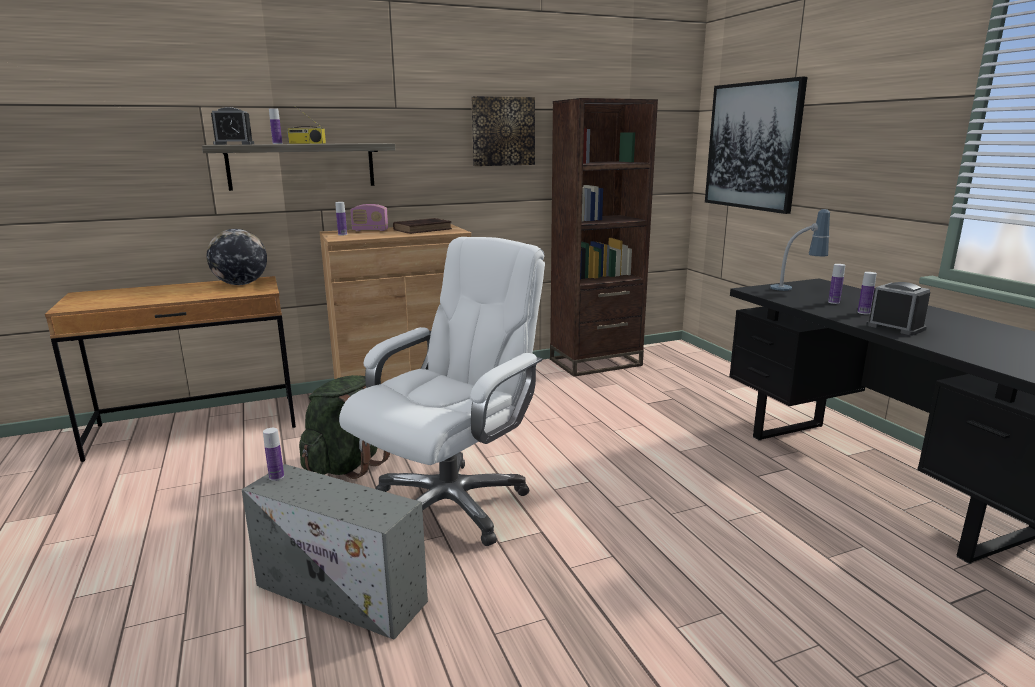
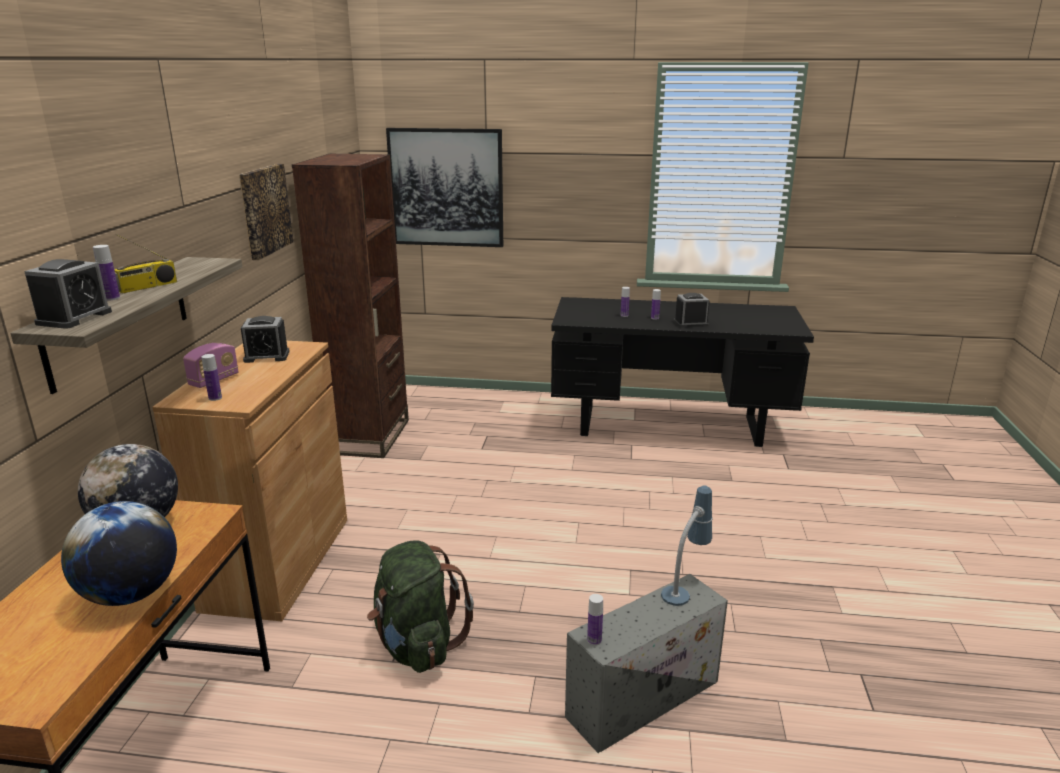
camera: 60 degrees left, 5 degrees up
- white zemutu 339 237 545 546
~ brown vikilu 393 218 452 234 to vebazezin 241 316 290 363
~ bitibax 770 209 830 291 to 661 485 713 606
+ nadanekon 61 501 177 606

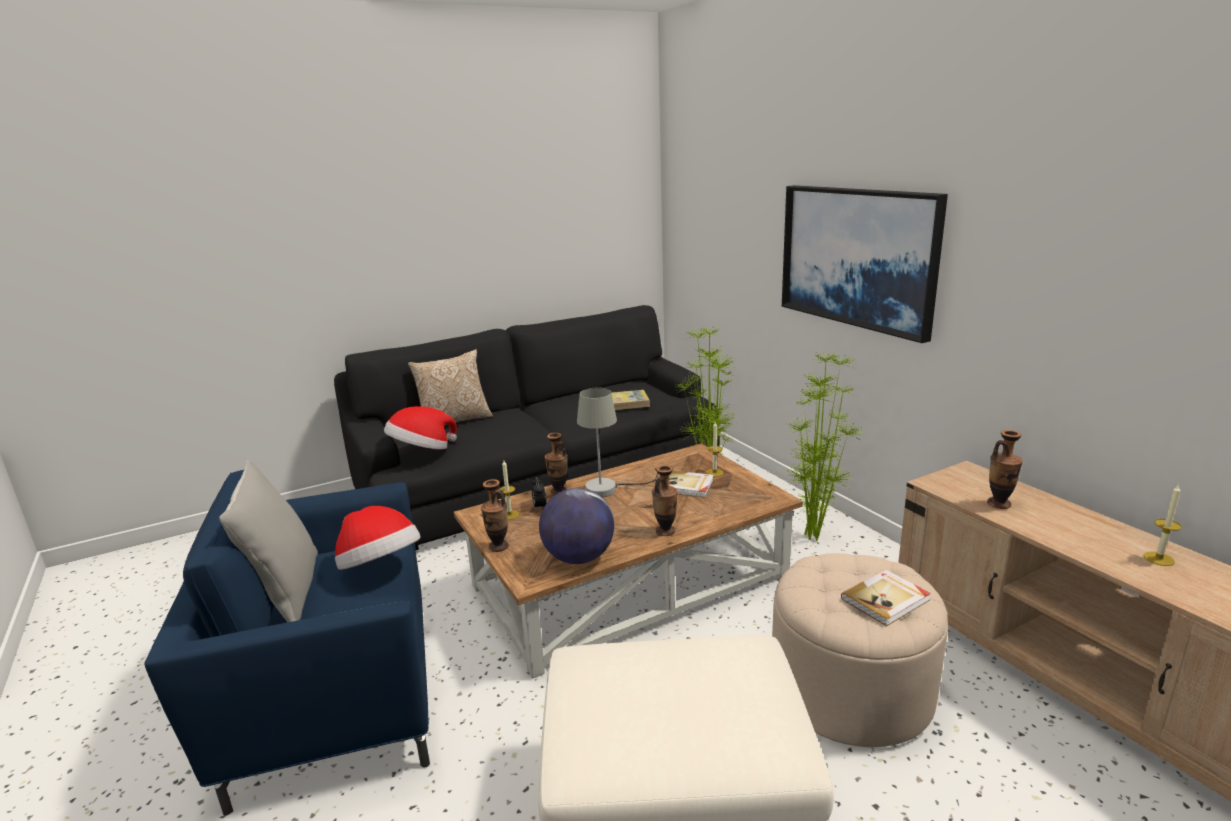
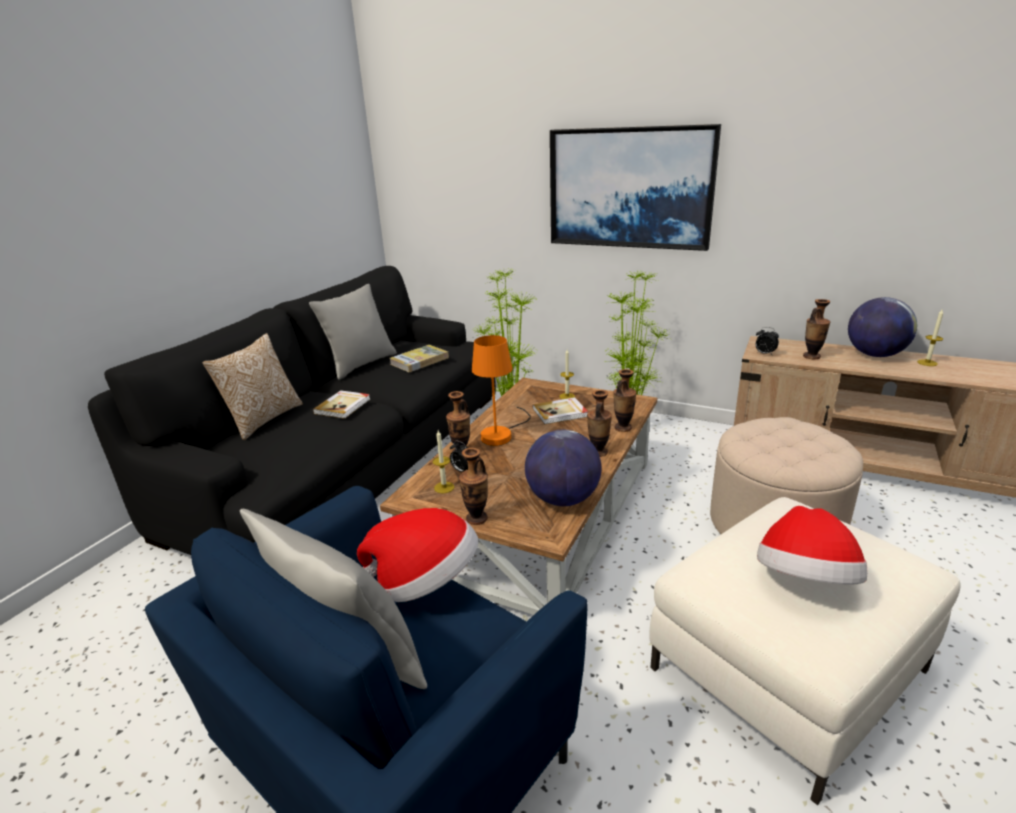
camera: 35 degrees left, 5 degrees up
~ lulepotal 384 406 457 450 to 757 506 868 585
~ grey bitibax 577 388 658 497 to orange bitibax 472 335 531 446
~ vikilu 841 570 931 626 to 313 390 370 419
+ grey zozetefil 309 284 397 380
+ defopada 613 369 637 432
+ vebazezin 755 327 779 355
+ nadanekon 848 297 917 357

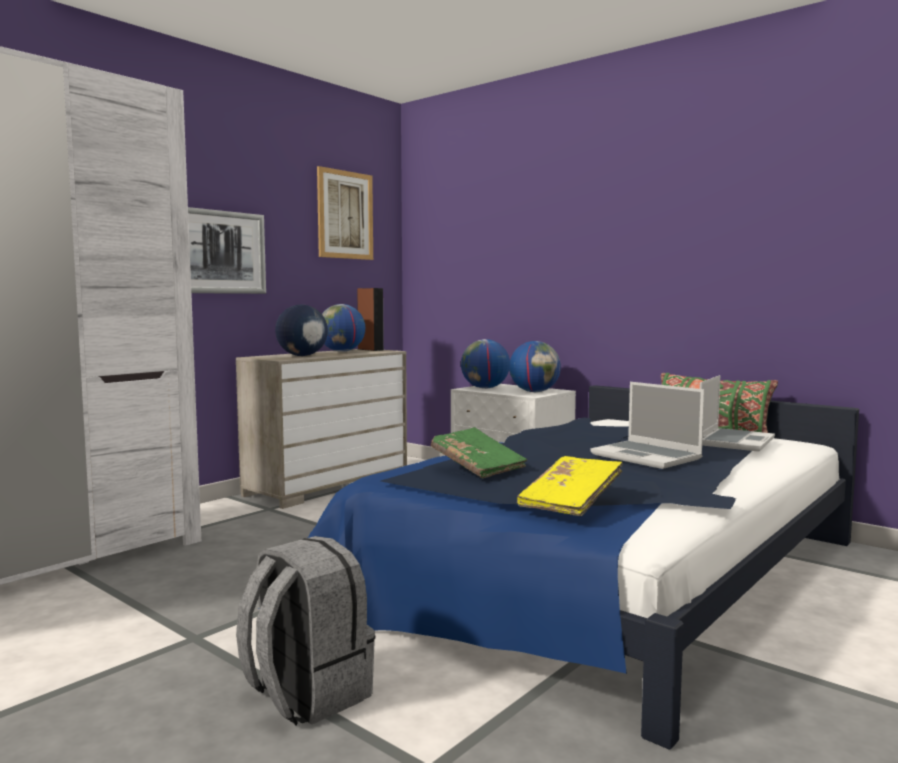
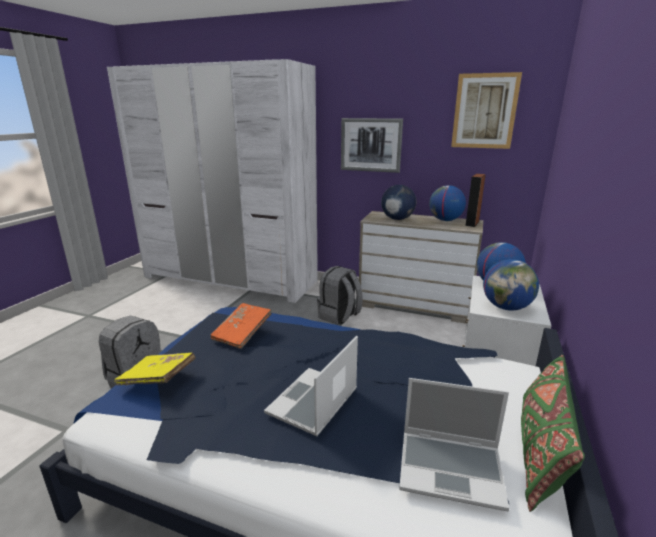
camera: 70 degrees right, 15 degrees up
~ green vikilu 431 427 527 479 to orange vikilu 211 303 272 349
+ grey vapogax 317 266 363 325

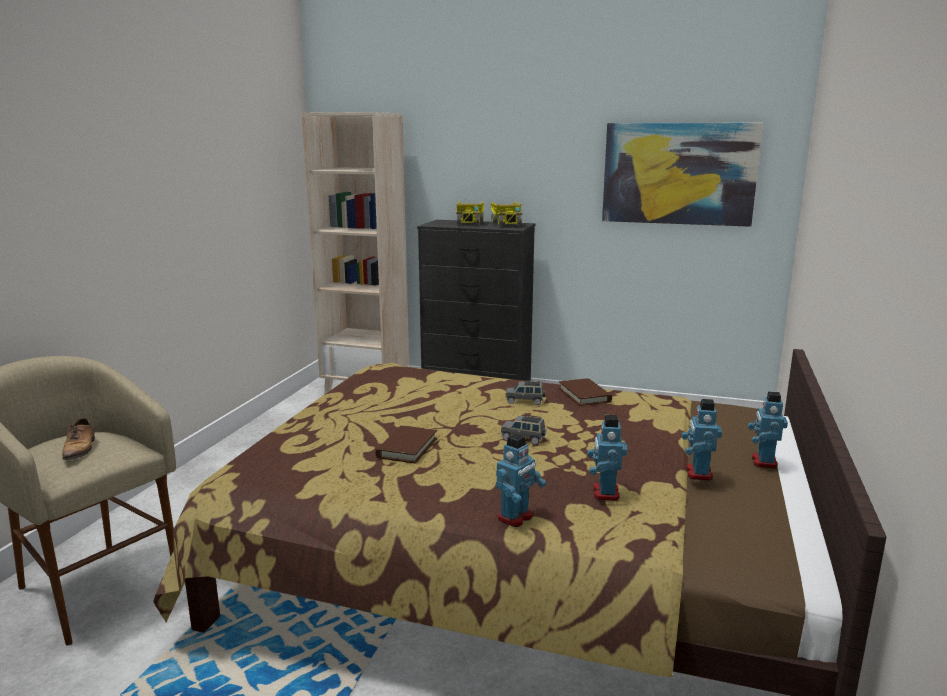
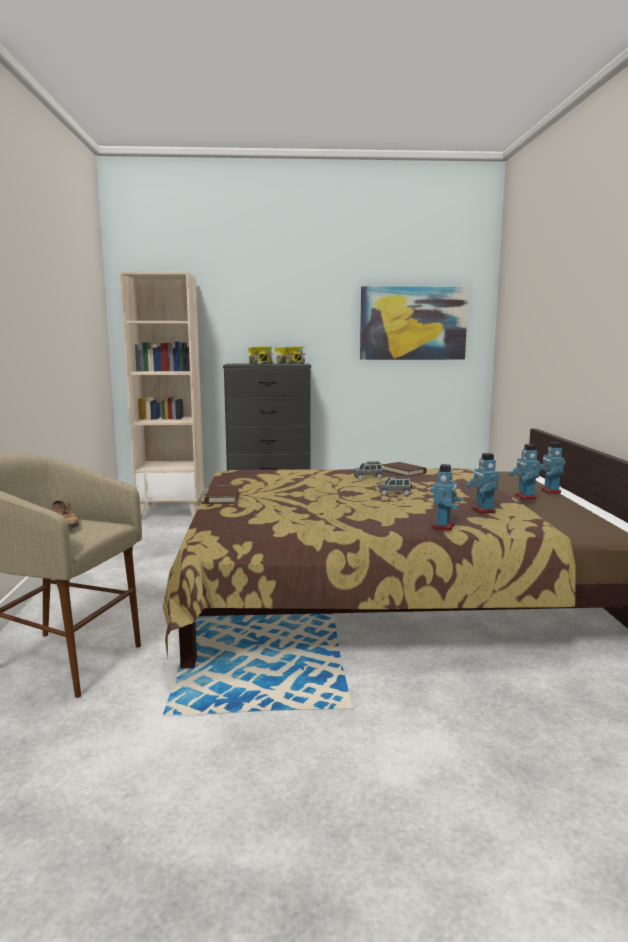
camera: 20 degrees left, 5 degrees down
~ brown vikilu 375 426 437 464 to 204 486 240 504

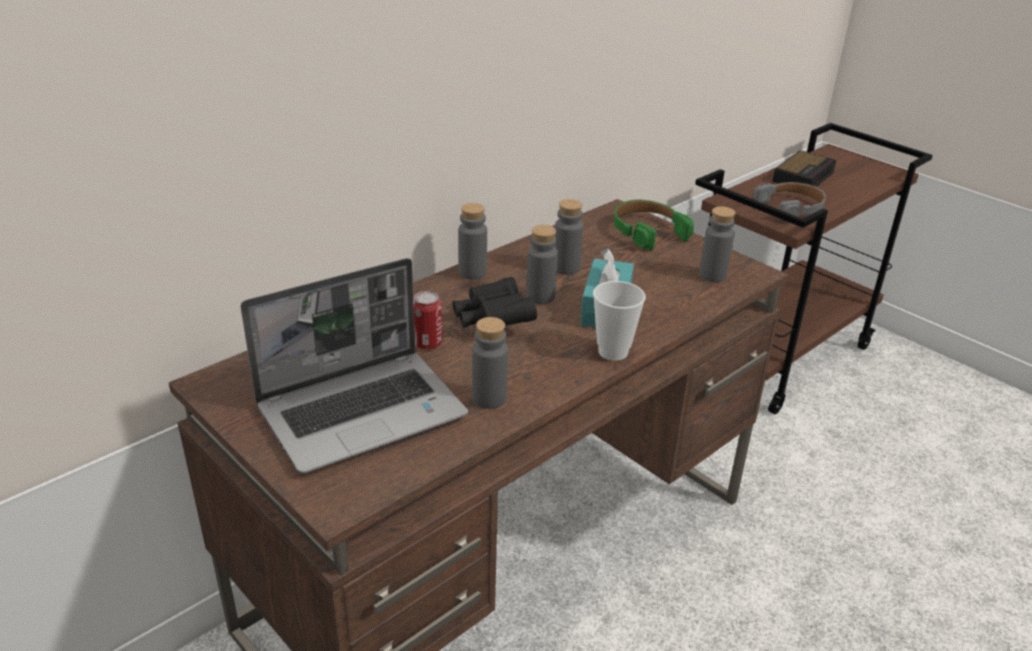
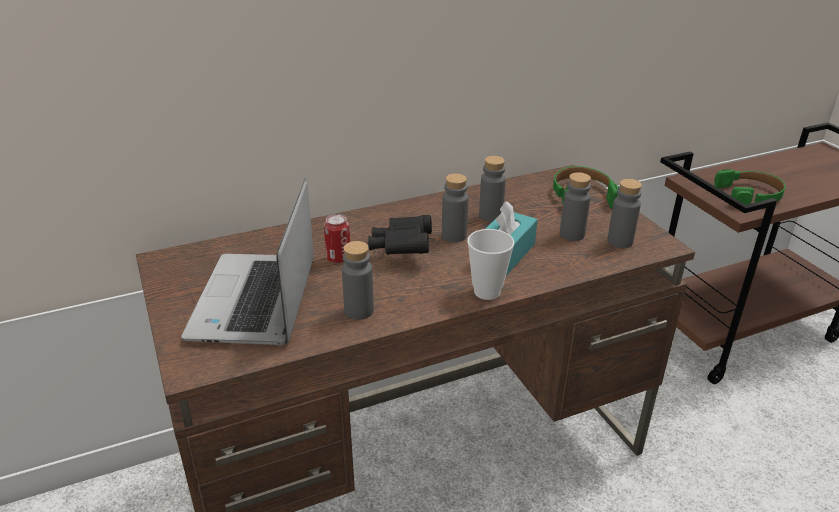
camera: 20 degrees right, 0 degrees up
~ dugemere 241 258 468 474 = 181 178 314 345 105 degrees clockwise
~ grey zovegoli 458 203 487 280 to 560 172 591 241
~ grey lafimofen 753 182 826 221 to green lafimofen 714 169 785 205
- vebazezin 772 150 836 187

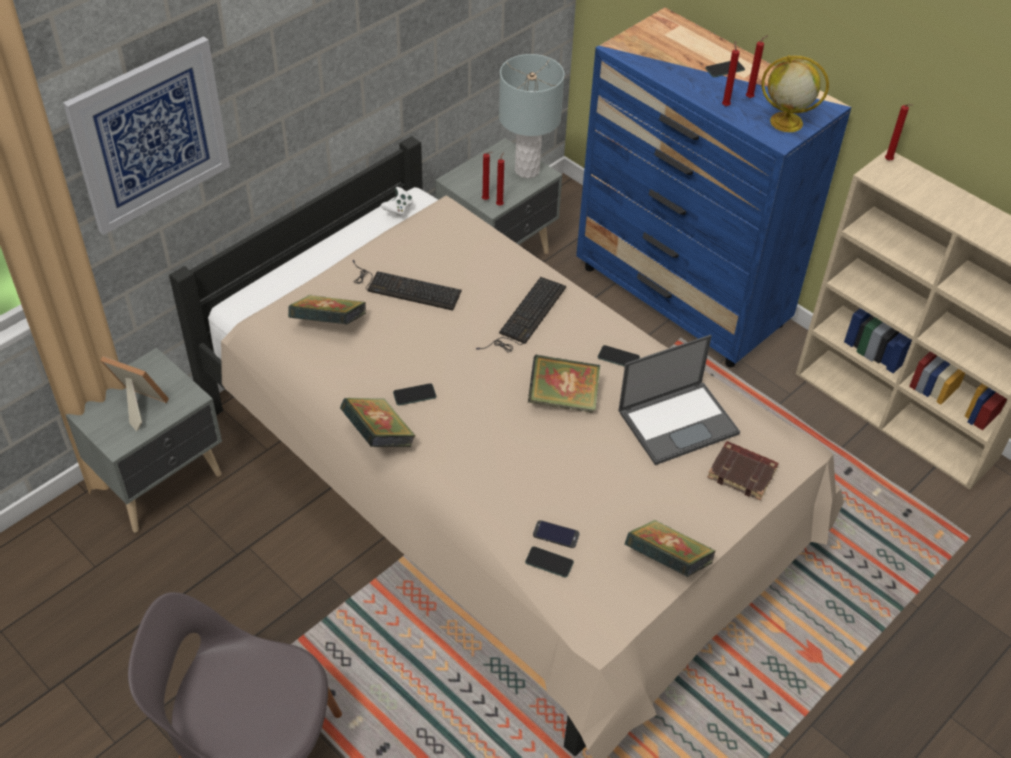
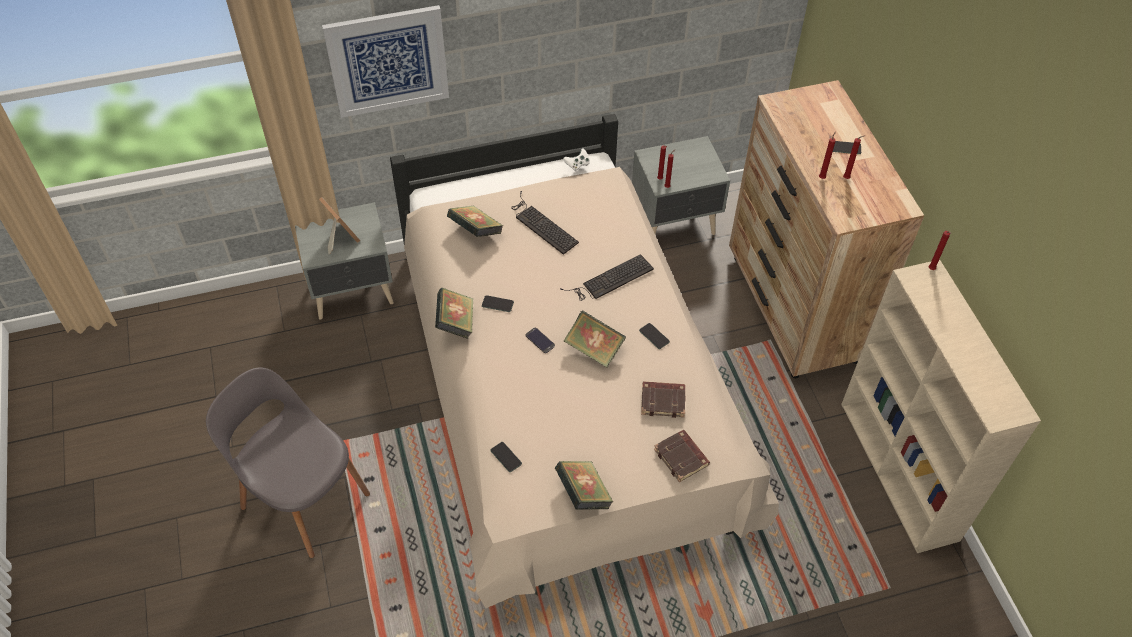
camera: 30 degrees right, 5 degrees up
- grey bitibax 499 54 564 178
~ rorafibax 533 520 580 548 to 526 328 555 353
~ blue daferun 576 7 851 367 to brown daferun 729 80 924 378
~ dugemere 618 335 740 465 to brown vikilu 641 382 686 418
- nadanekon 761 55 829 132

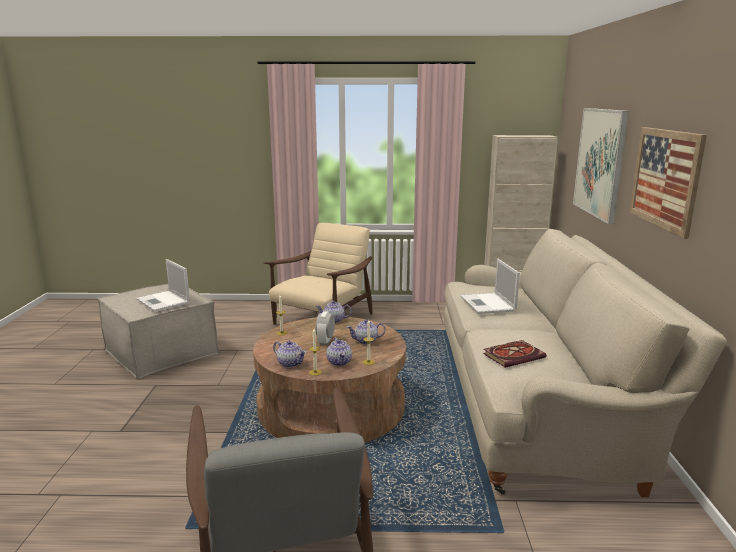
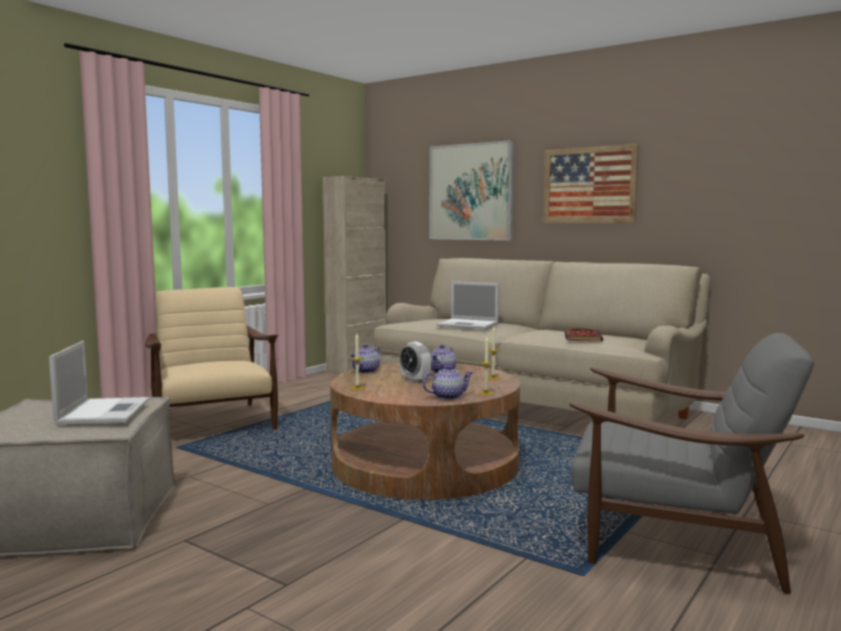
camera: 55 degrees left, 10 degrees down
~ dugemere 136 259 190 312 = 49 341 149 425 90 degrees counterclockwise
- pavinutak 326 337 352 366

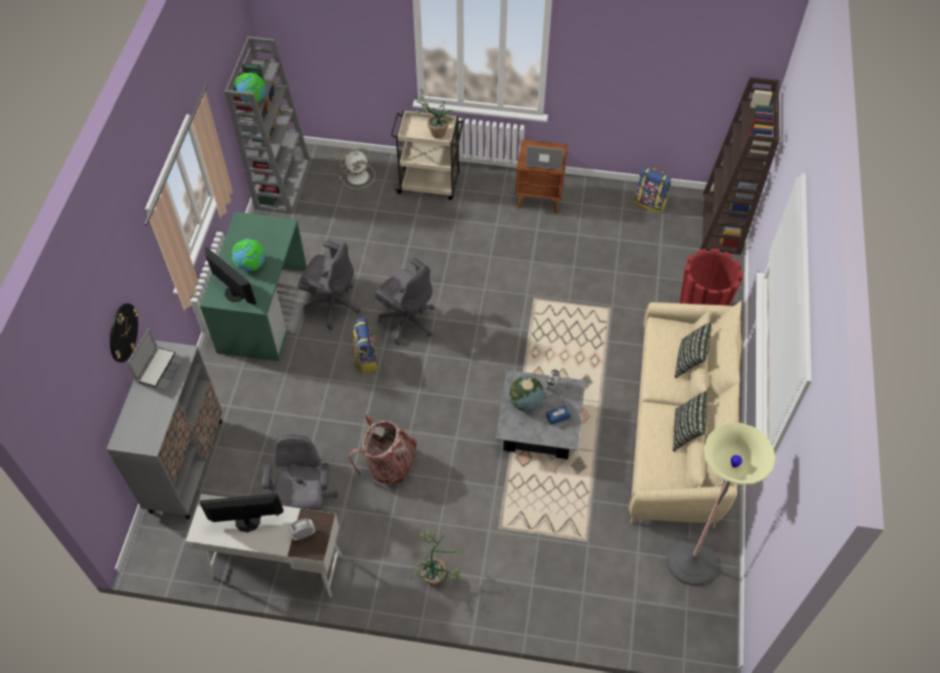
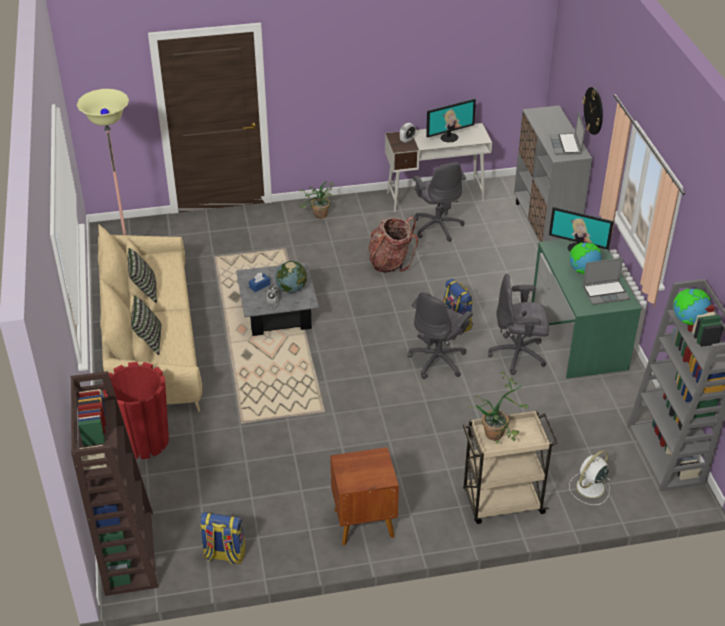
camera: 160 degrees right, 15 degrees down
~ grey zemutu 375 258 434 345 = 408 292 473 379 75 degrees counterclockwise
~ dugemere 526 146 564 170 to 582 258 630 305

